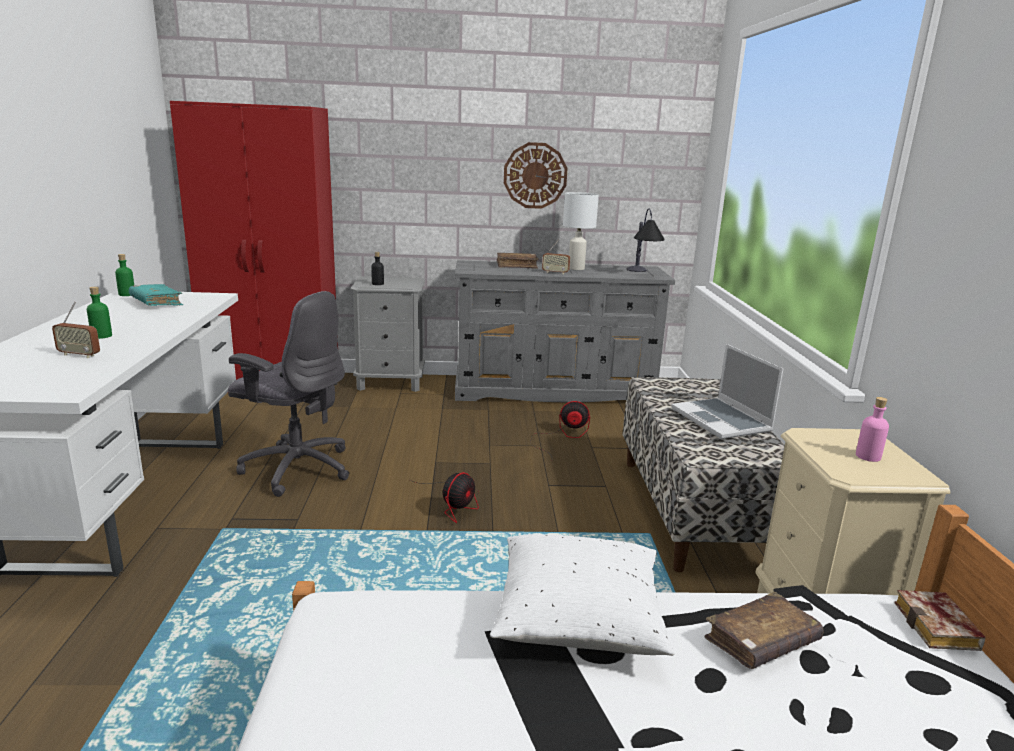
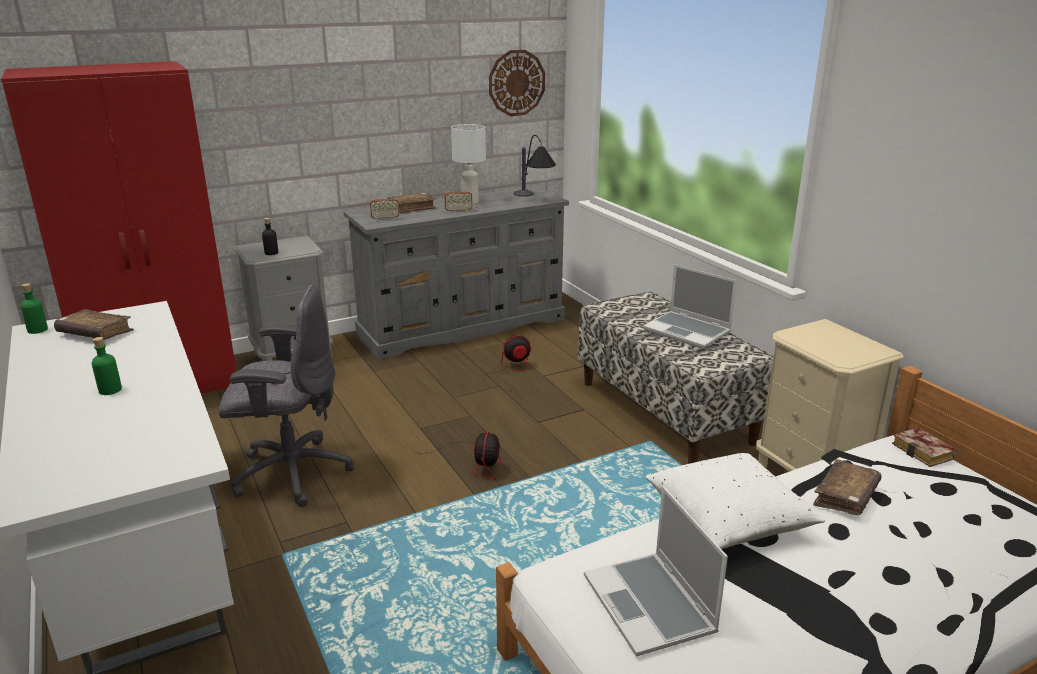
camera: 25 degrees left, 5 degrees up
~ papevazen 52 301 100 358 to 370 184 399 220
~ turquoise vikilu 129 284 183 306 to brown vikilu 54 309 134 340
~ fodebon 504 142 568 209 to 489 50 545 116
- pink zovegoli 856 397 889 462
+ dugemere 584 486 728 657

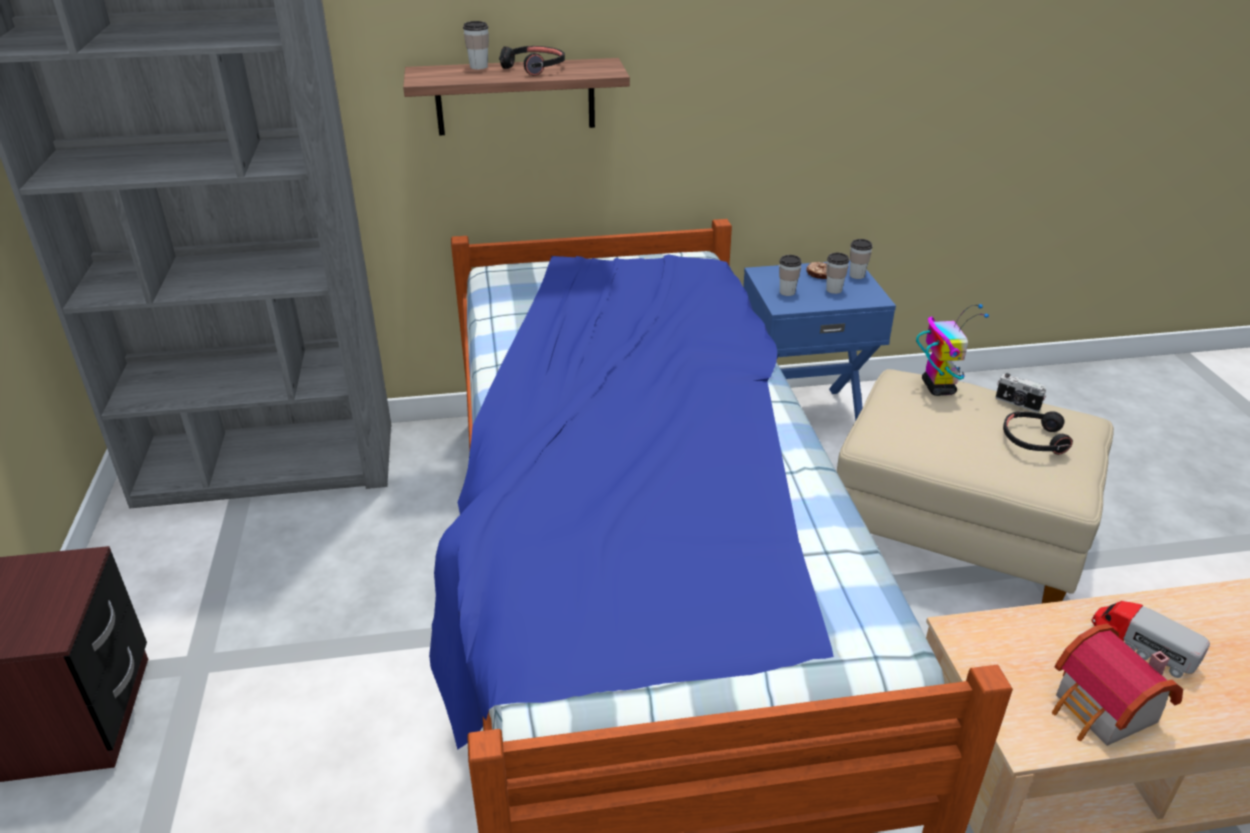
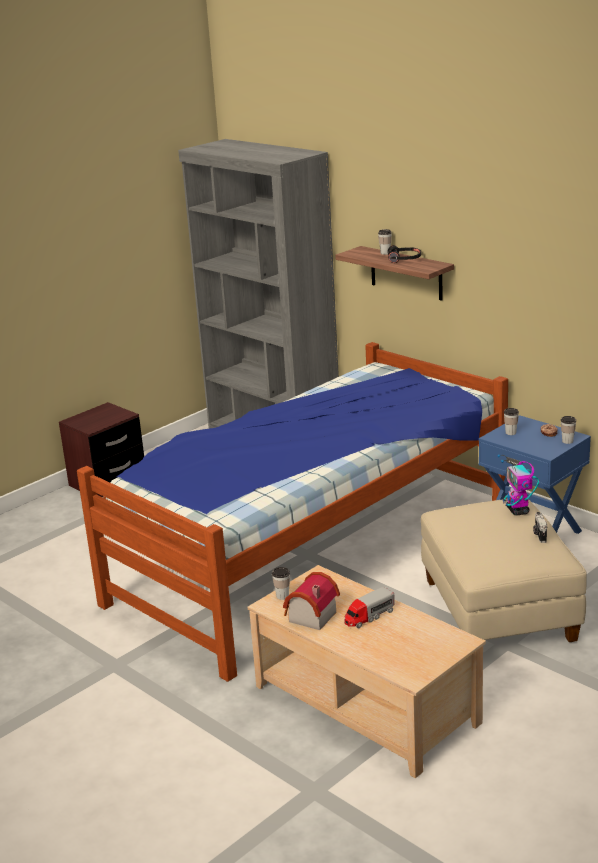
camera: 55 degrees right, 10 degrees down
~ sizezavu 826 253 849 294 to 272 567 290 600
~ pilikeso 916 304 989 396 = 497 454 539 515 120 degrees clockwise
- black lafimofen 1003 411 1073 455
~ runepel 1091 601 1210 678 = 344 587 395 628 135 degrees counterclockwise

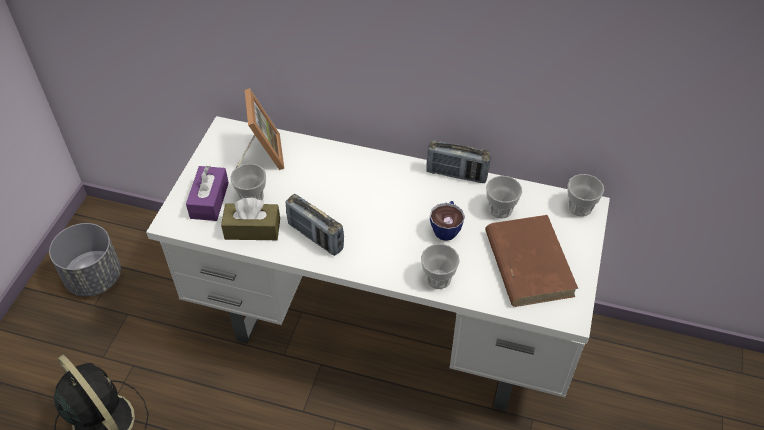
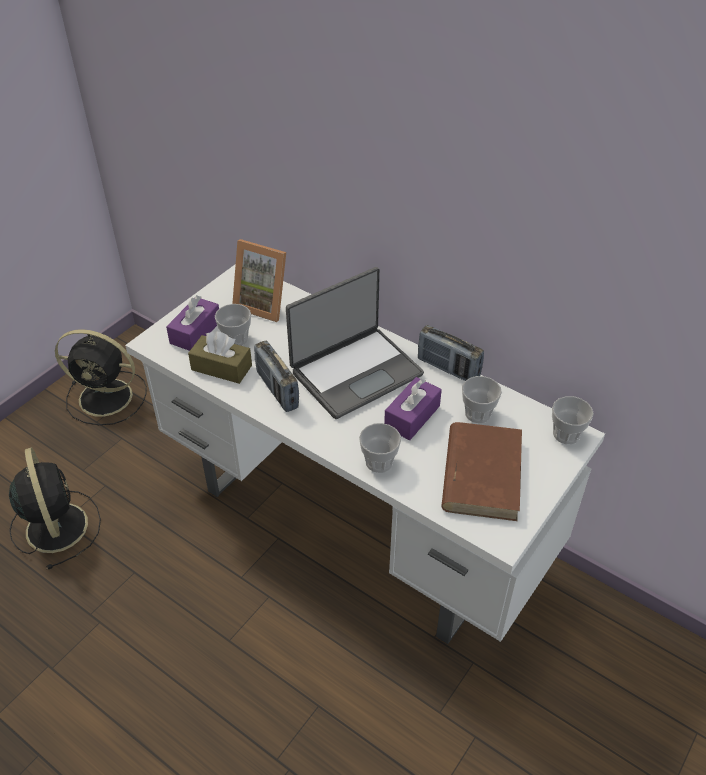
camera: 20 degrees right, 5 degrees down
~ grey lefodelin 49 223 121 297 to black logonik 55 329 147 425
~ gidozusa 235 88 284 170 = 232 239 286 322 105 degrees clockwise
~ sizezavu 430 201 465 241 to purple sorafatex 384 377 442 440
+ dugemere 286 267 424 419

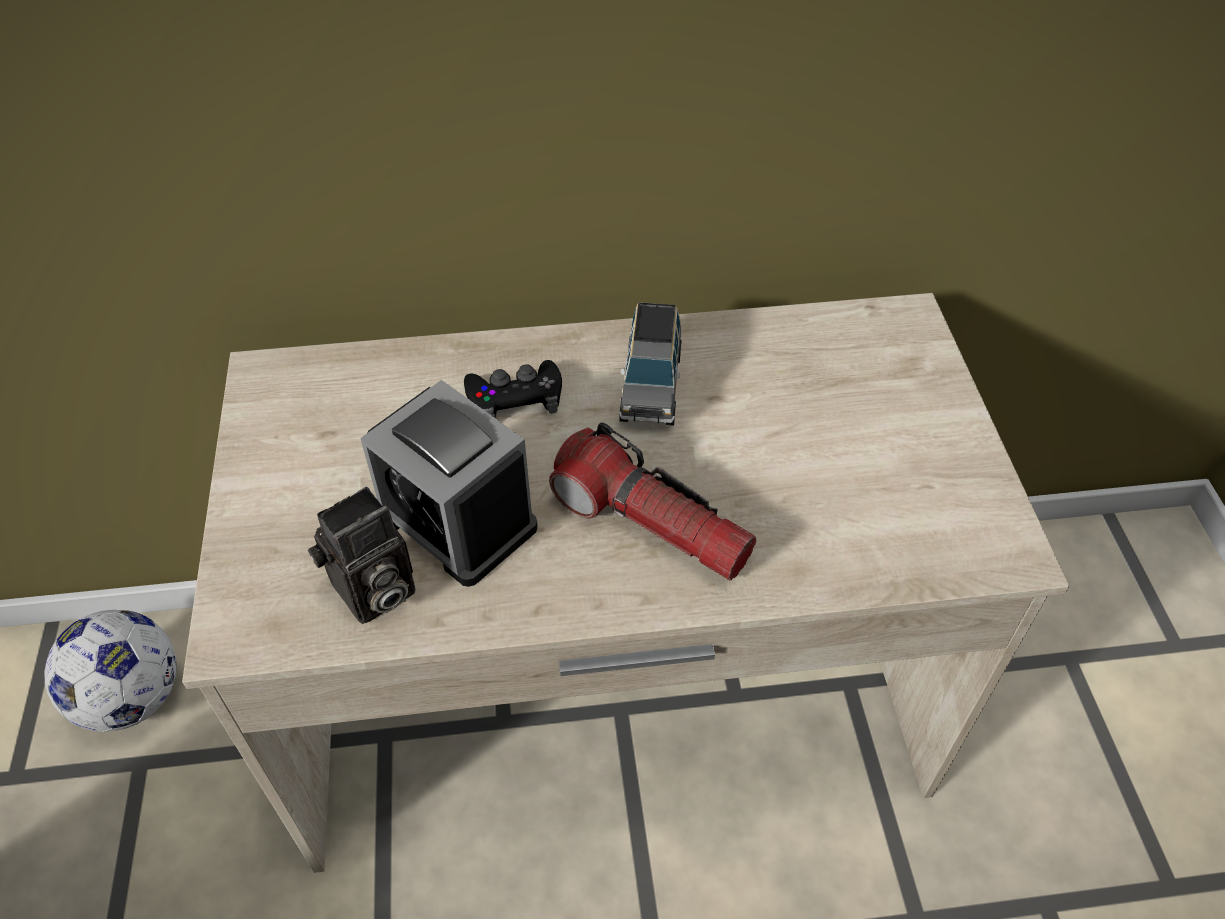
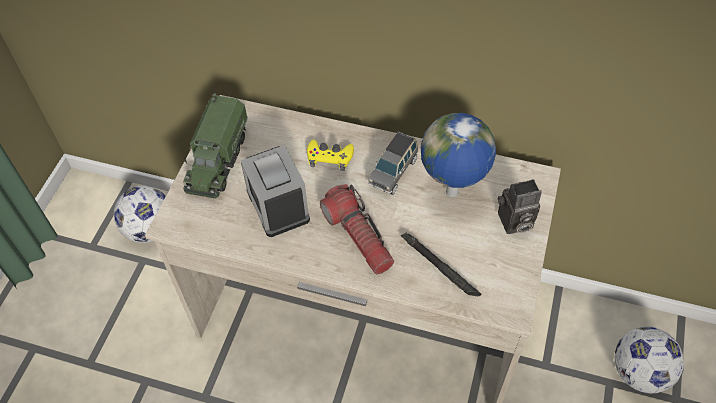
camera: 25 degrees right, 5 degrees up
~ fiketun 308 487 416 624 to 498 179 542 234
~ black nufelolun 464 360 562 418 to yellow nufelolun 307 140 354 171
+ runepel 183 93 248 198
+ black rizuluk 401 232 482 296
+ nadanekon 421 113 496 197
+ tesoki 615 327 684 394

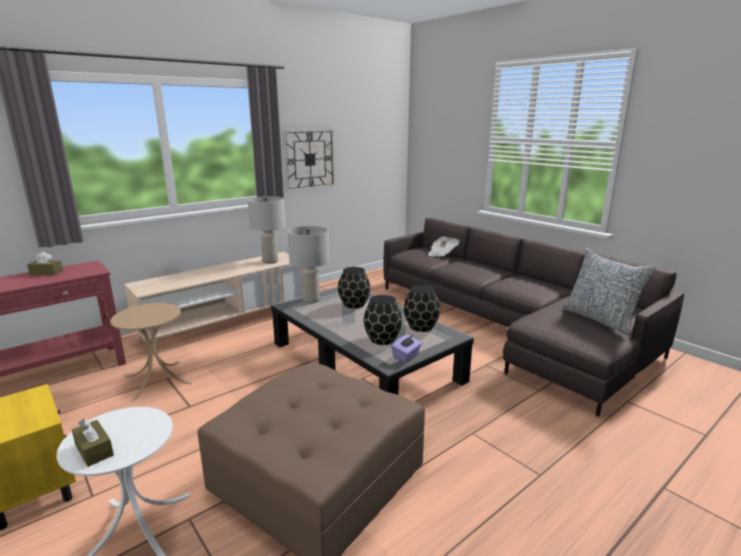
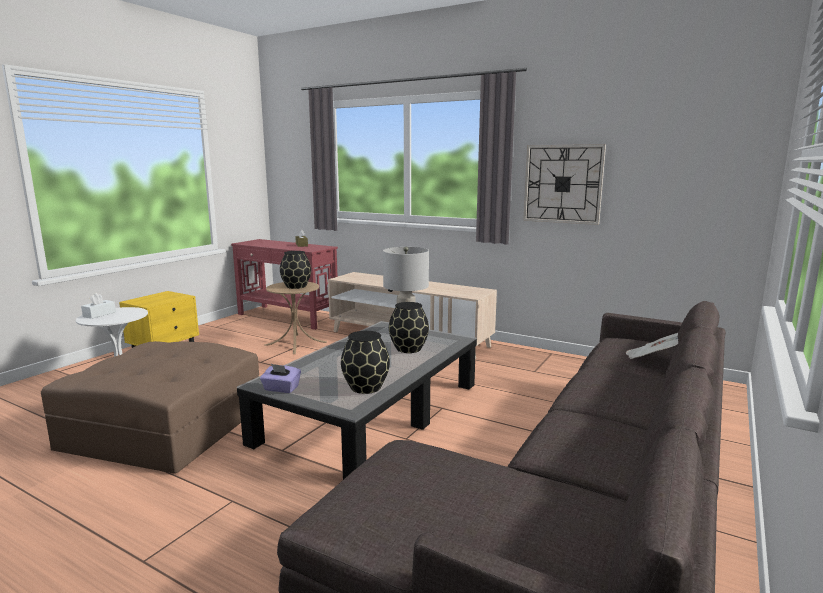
camera: 70 degrees right, 5 degrees down
~ brown sorafatex 72 419 114 467 to white sorafatex 81 293 116 319
- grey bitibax 248 196 286 264
~ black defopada 363 295 402 345 to 280 251 311 289
- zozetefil 563 248 656 335

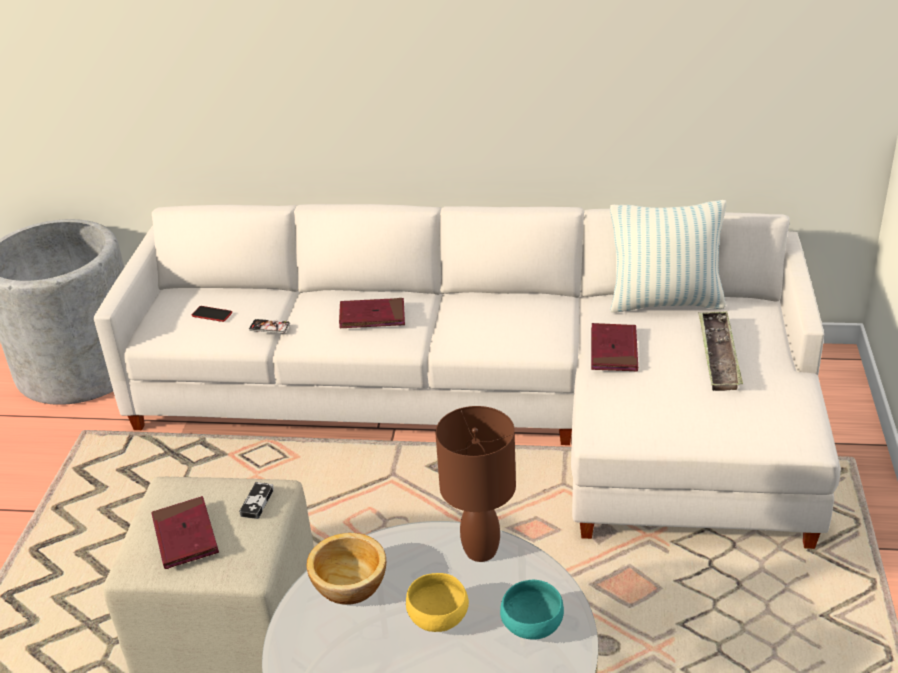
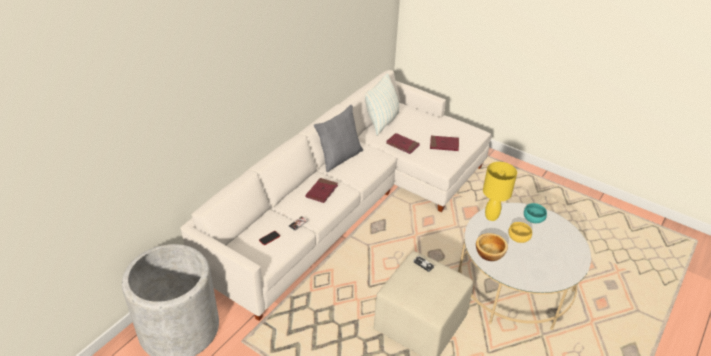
camera: 65 degrees left, 5 degrees up
~ red vikilu 151 496 219 569 to 430 136 459 151
~ brown bitibax 436 406 516 562 to yellow bitibax 483 162 517 221
- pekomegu 698 311 743 391
+ grey zozetefil 314 105 363 172

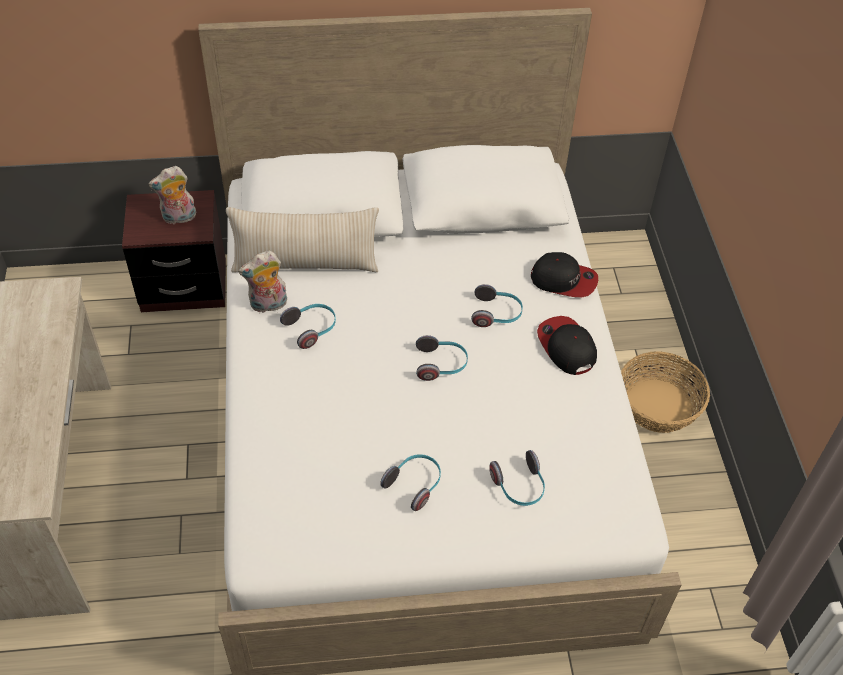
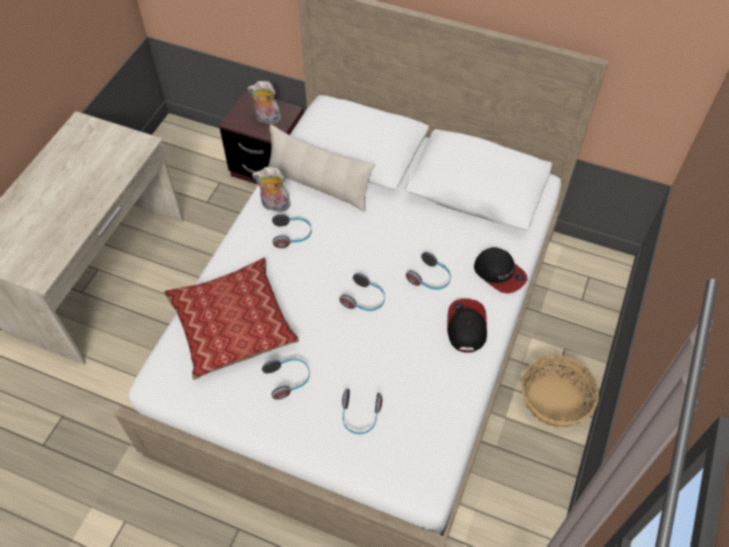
camera: 30 degrees right, 5 degrees up
+ zozetefil 164 257 299 380

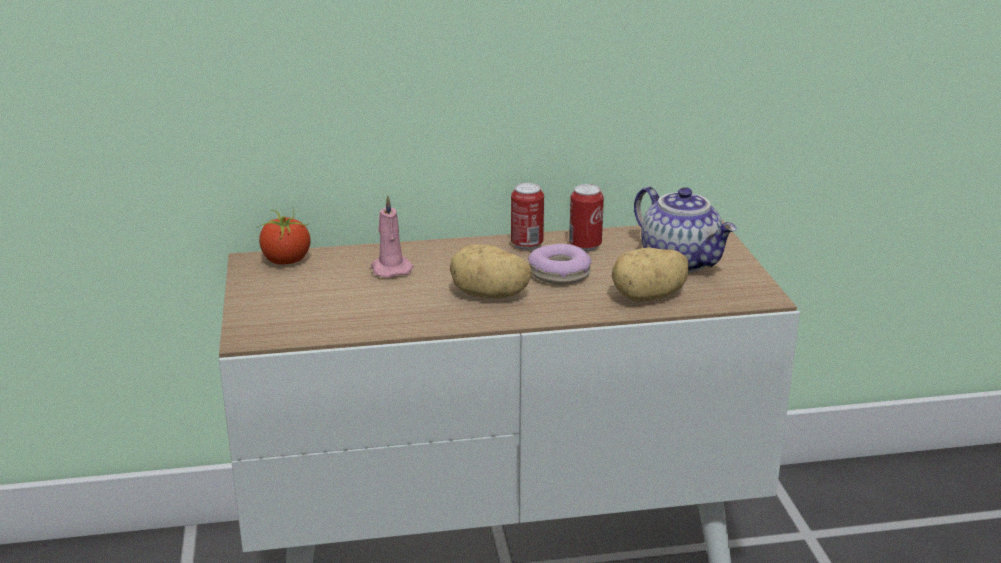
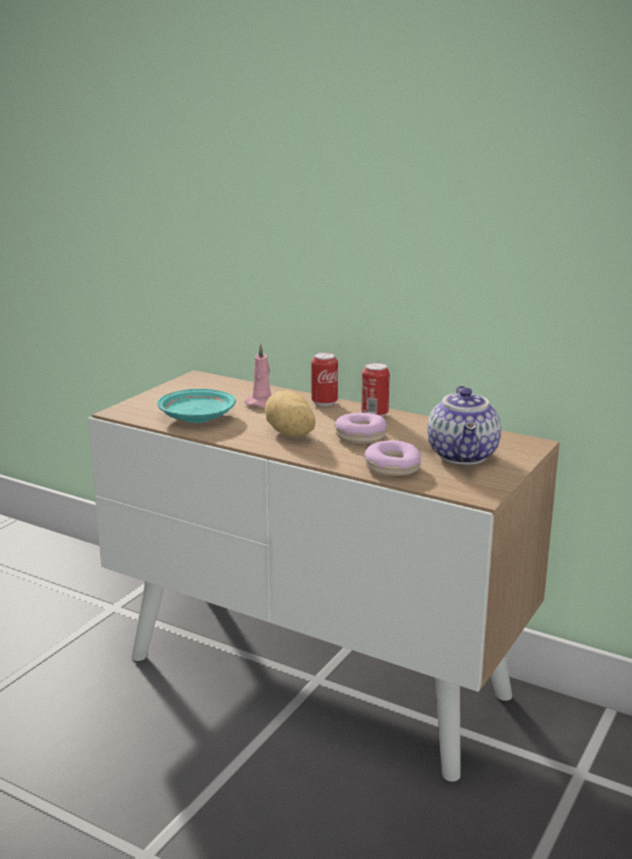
camera: 40 degrees right, 5 degrees down
- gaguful 259 207 310 265
~ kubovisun 569 184 604 251 to 311 352 338 406
~ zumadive 612 247 689 302 to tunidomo 364 440 421 476
+ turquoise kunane 157 389 236 423

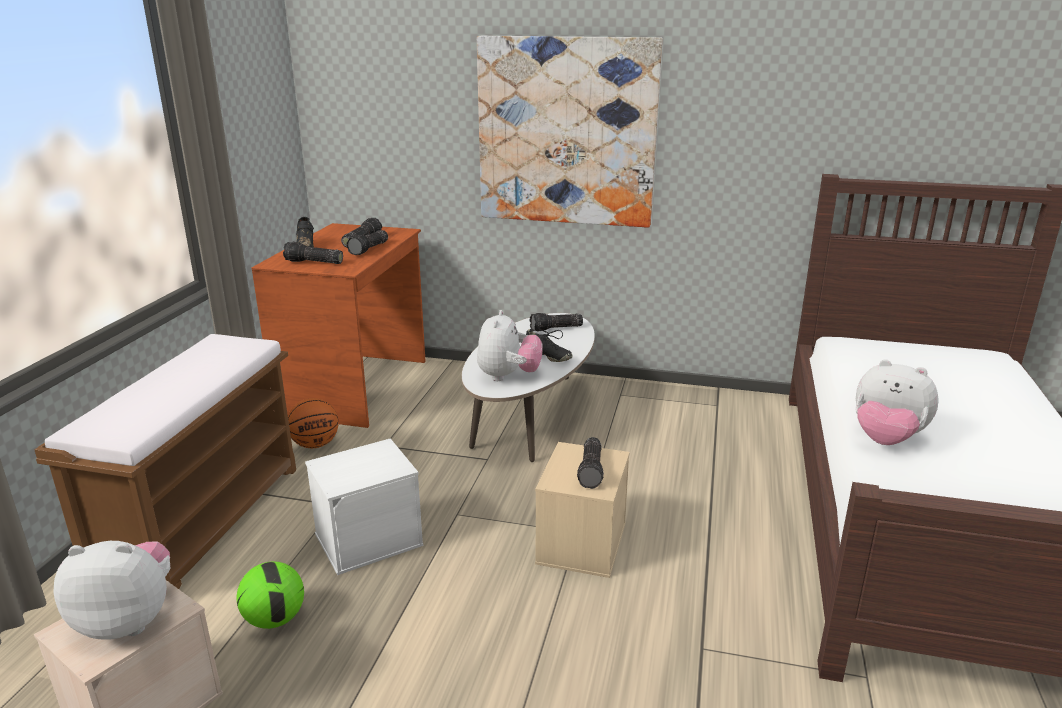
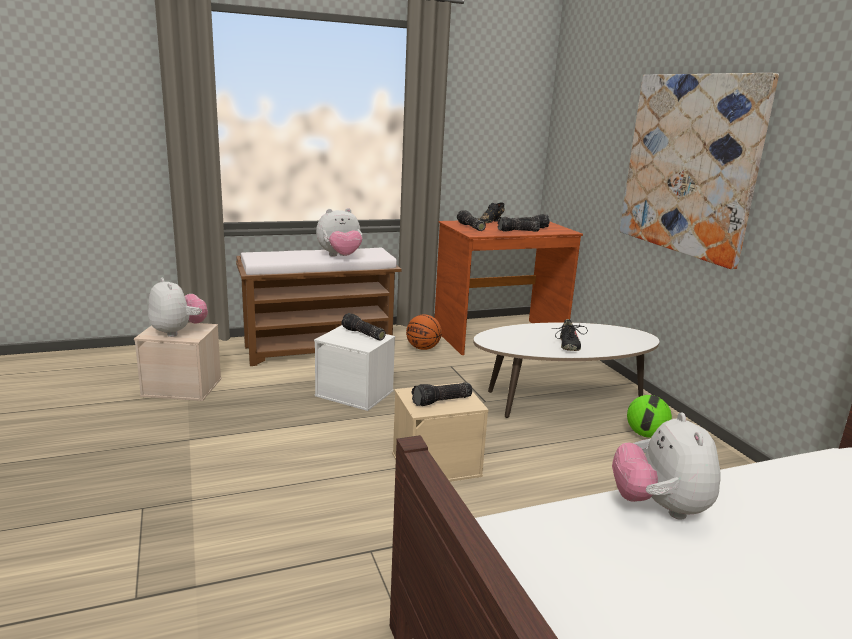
camera: 55 degrees right, 5 degrees down
~ tesoki 237 561 304 629 to 627 395 672 438
~ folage 477 310 542 381 to 316 208 362 257
~ rizuluk 530 313 583 332 to 341 313 386 341

